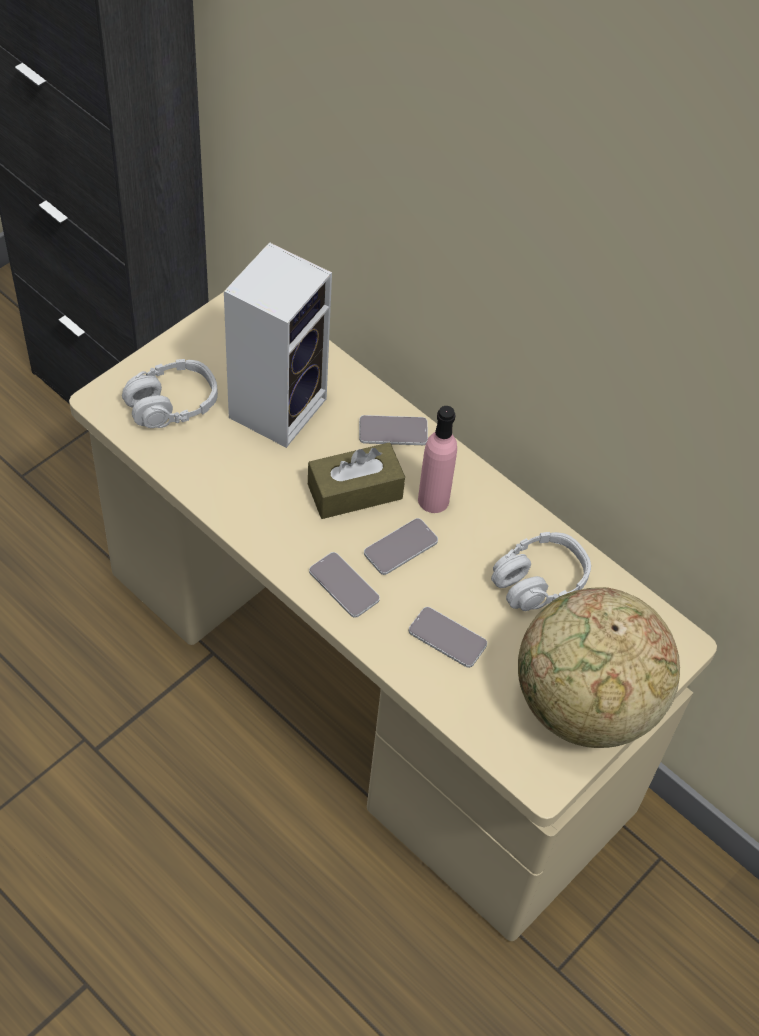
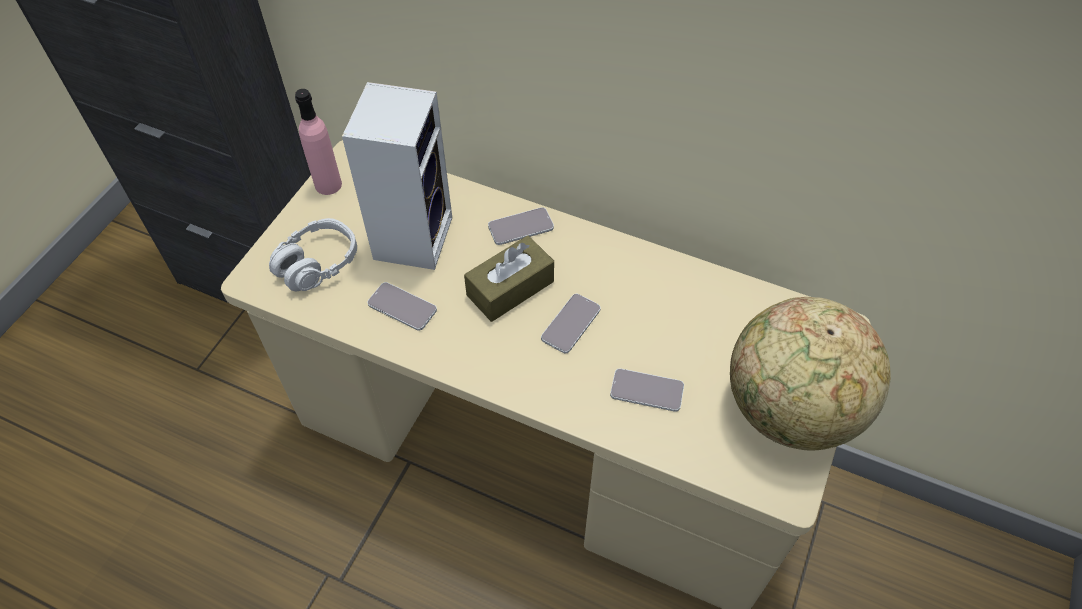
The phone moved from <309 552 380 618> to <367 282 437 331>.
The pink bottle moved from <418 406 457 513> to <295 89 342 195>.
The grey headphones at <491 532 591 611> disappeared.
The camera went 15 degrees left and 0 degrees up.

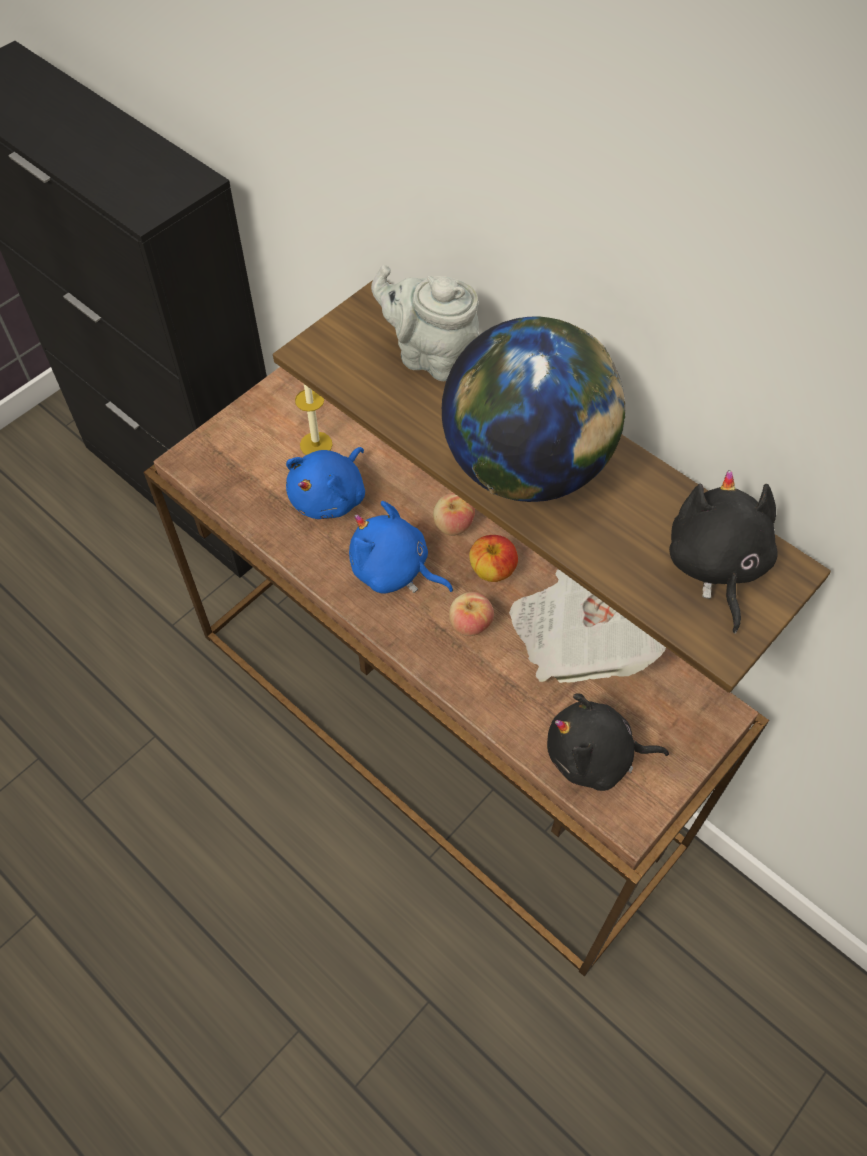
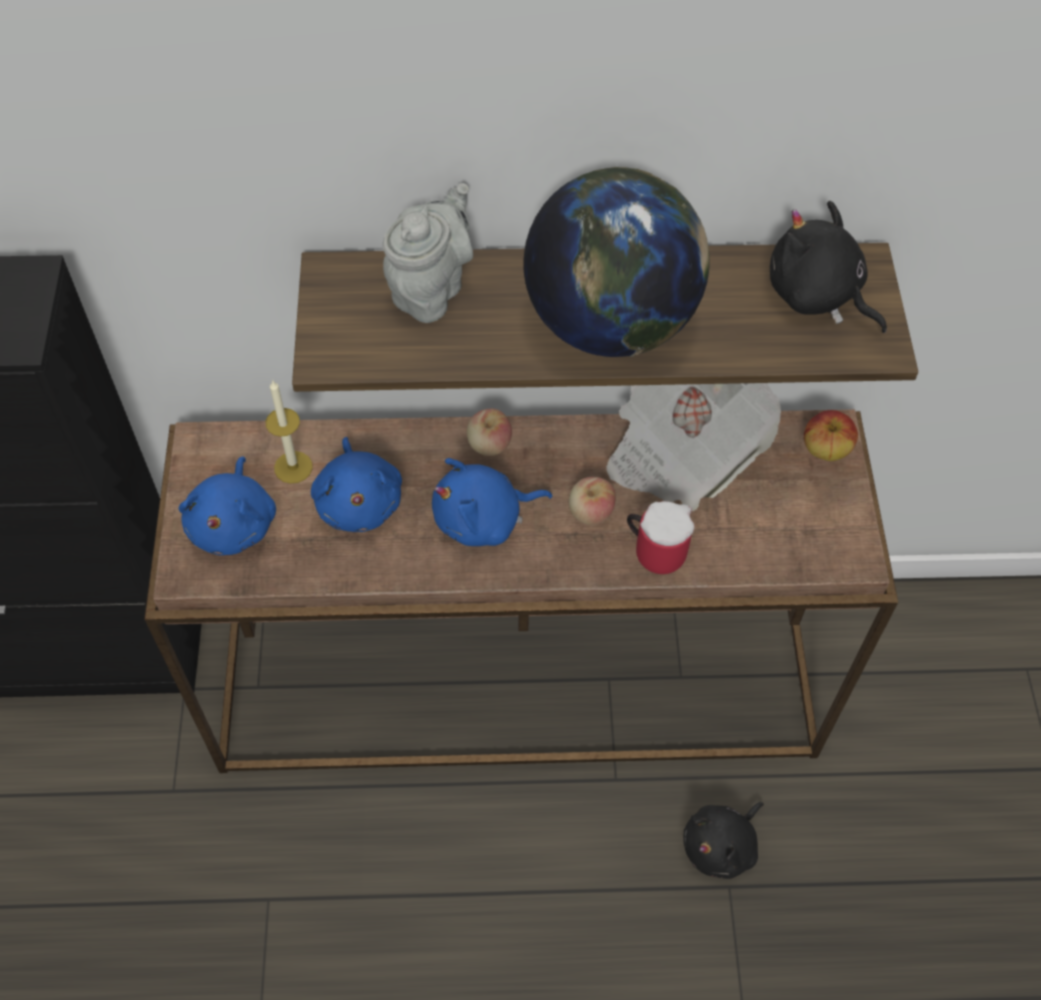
The grey teapot at <371 265 479 381> turned 135 degrees clockwise.
The apple moved from <469 535 518 582> to <804 410 858 461>.
The black plush toy moved from <547 693 669 791> to <683 802 764 879>.
The blue plush toy at <179 456 276 555> appeared.
The mug at <627 501 694 574> appeared.
The camera went 45 degrees left and 0 degrees up.

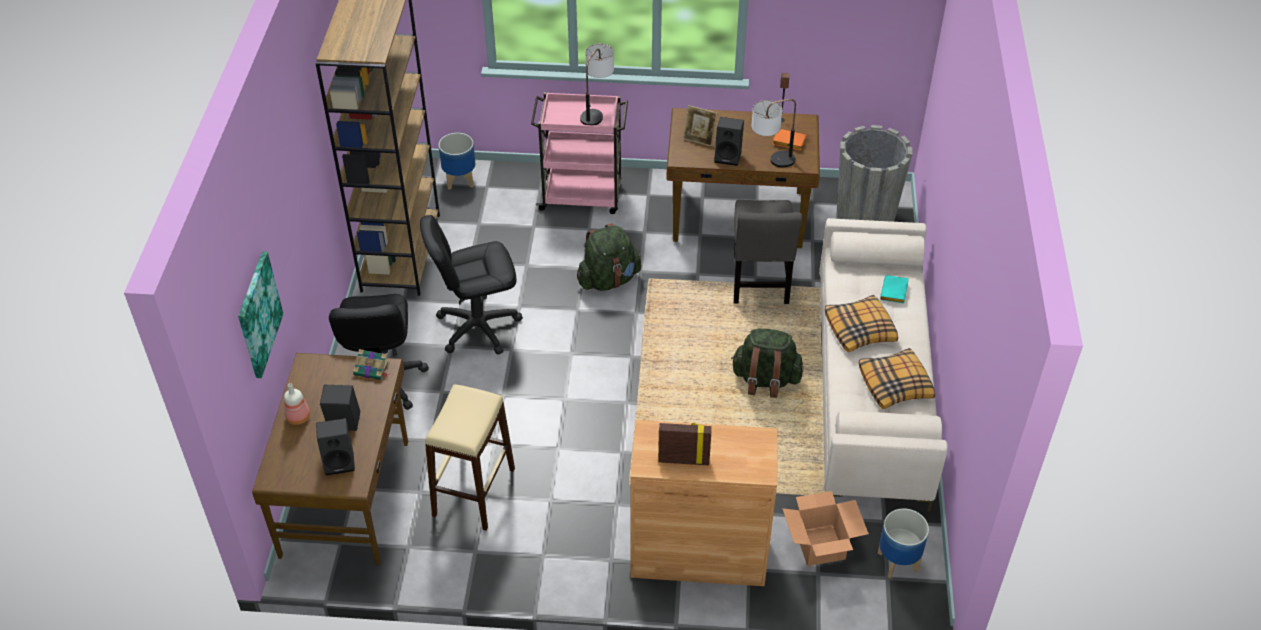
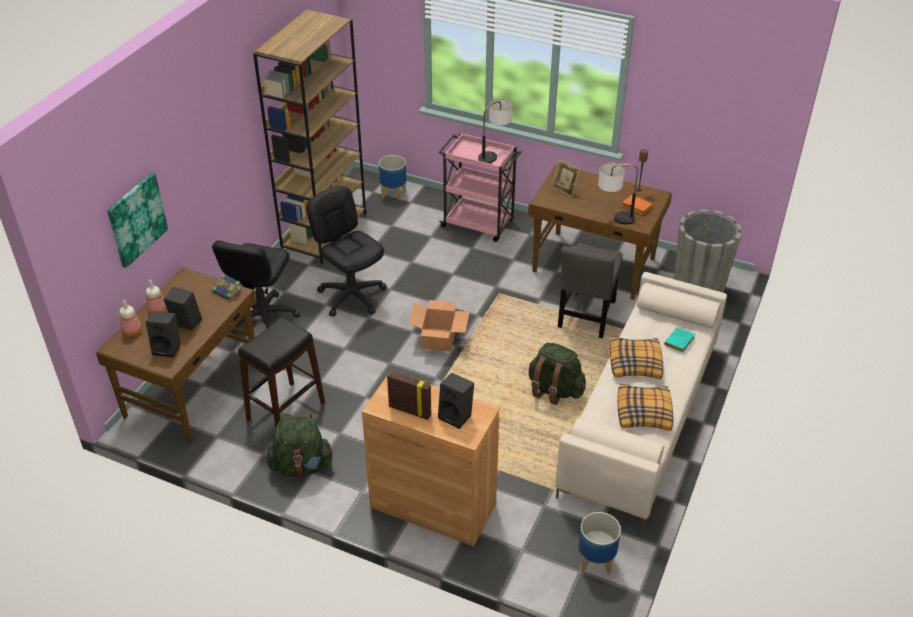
The black office chair at <420 215 523 355> turned 45 degrees clockwise.
The beige stool at <425 384 515 531> became the black stool at <238 317 325 427>.
The green backpack moved from <577 223 641 291> to <266 414 334 476>.
The black speaker moved from <714 117 744 166> to <438 373 474 429>.
The cardboard box moved from <782 491 869 566> to <409 300 470 352>.
The bottle at <119 300 142 336> appeared.
The camera went 20 degrees right and 5 degrees down.

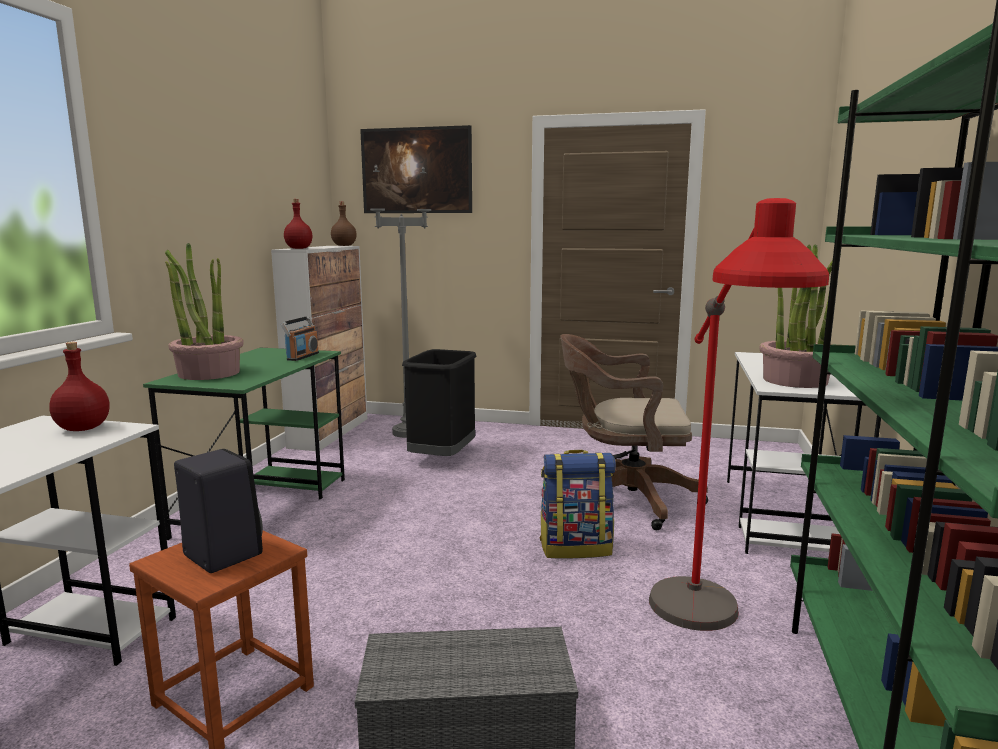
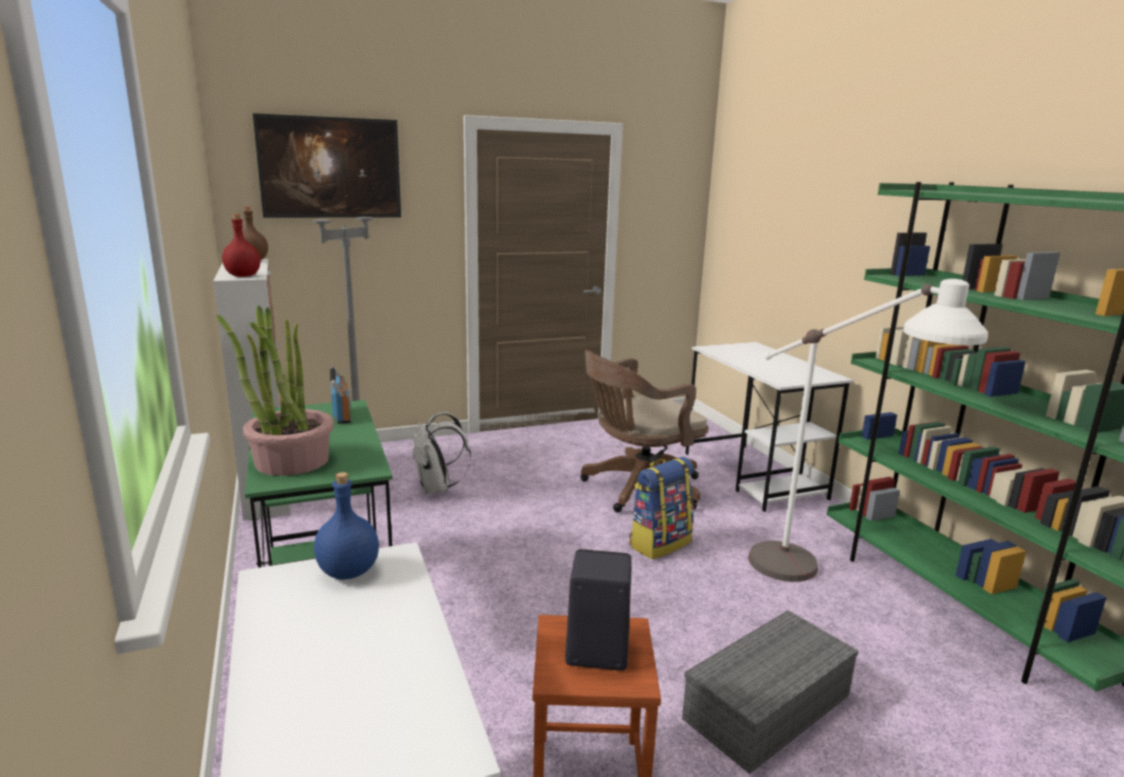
The red bottle at <49 342 110 431> became the blue bottle at <314 472 379 580>.
The black trash can at <402 349 476 456> was replaced by the white backpack at <413 412 471 494>.
The red floor lamp at <649 198 829 631> became the white floor lamp at <748 279 988 582>.
The potted plant at <759 244 841 388> disappeared.
The camera went 35 degrees left and 5 degrees up.

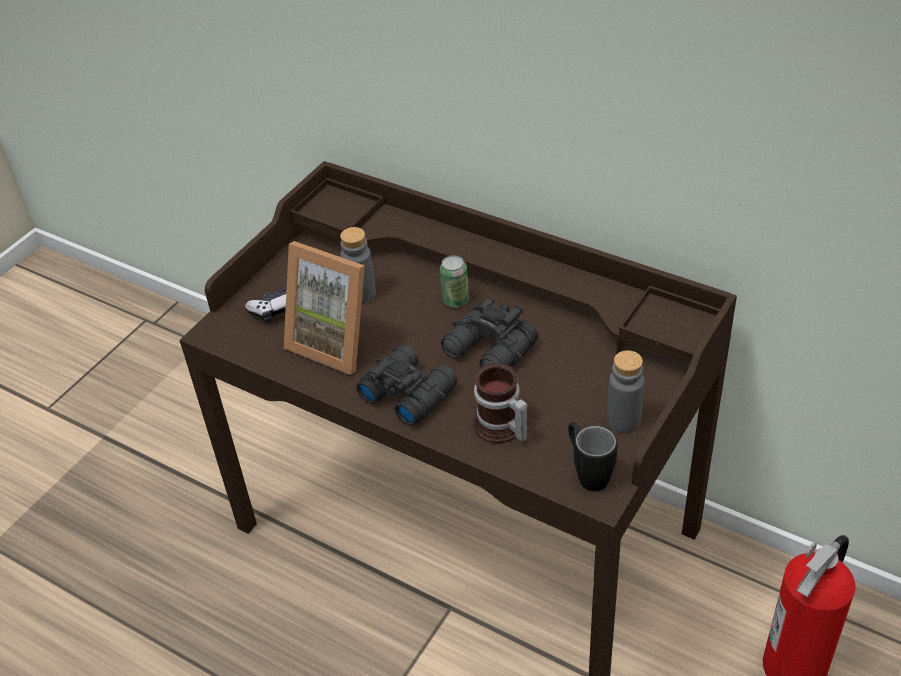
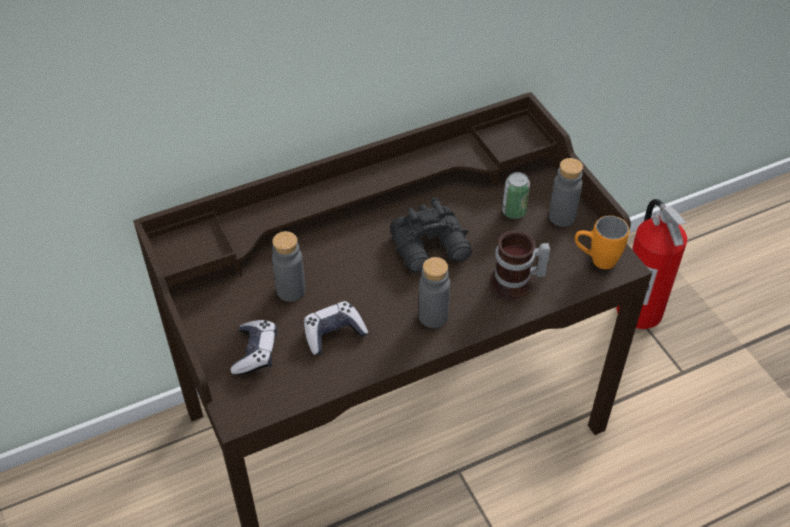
The picture frame at <284 241 365 375> was replaced by the game controller at <304 301 368 355>.
The black binoculars at <356 345 457 426> was replaced by the grey bottle at <418 257 450 328>.
The can moved from <440 255 469 308> to <502 172 530 219>.
The black mug at <568 422 617 492> became the orange mug at <575 216 629 269>.
The camera went 60 degrees left and 5 degrees up.

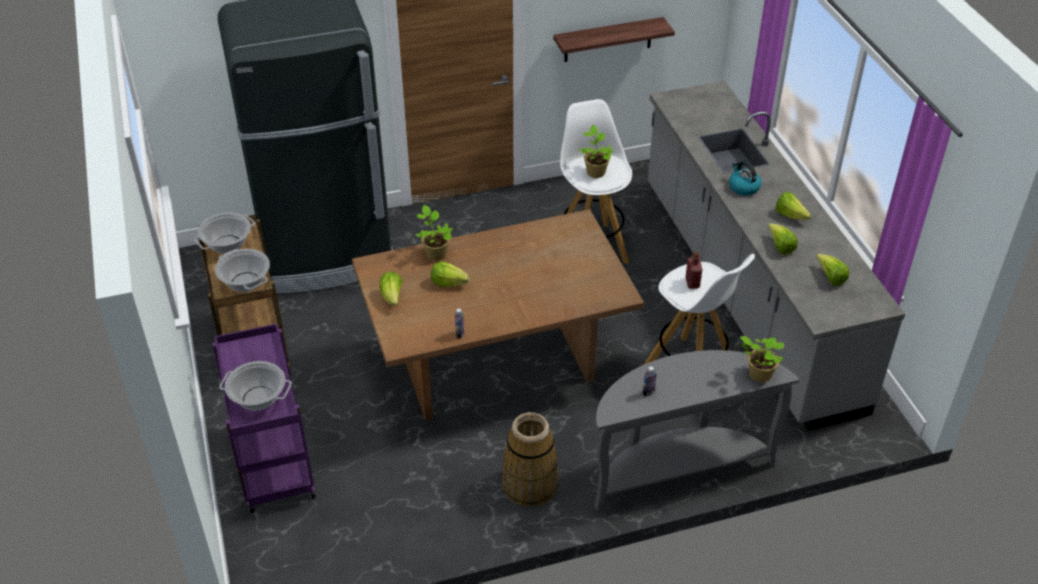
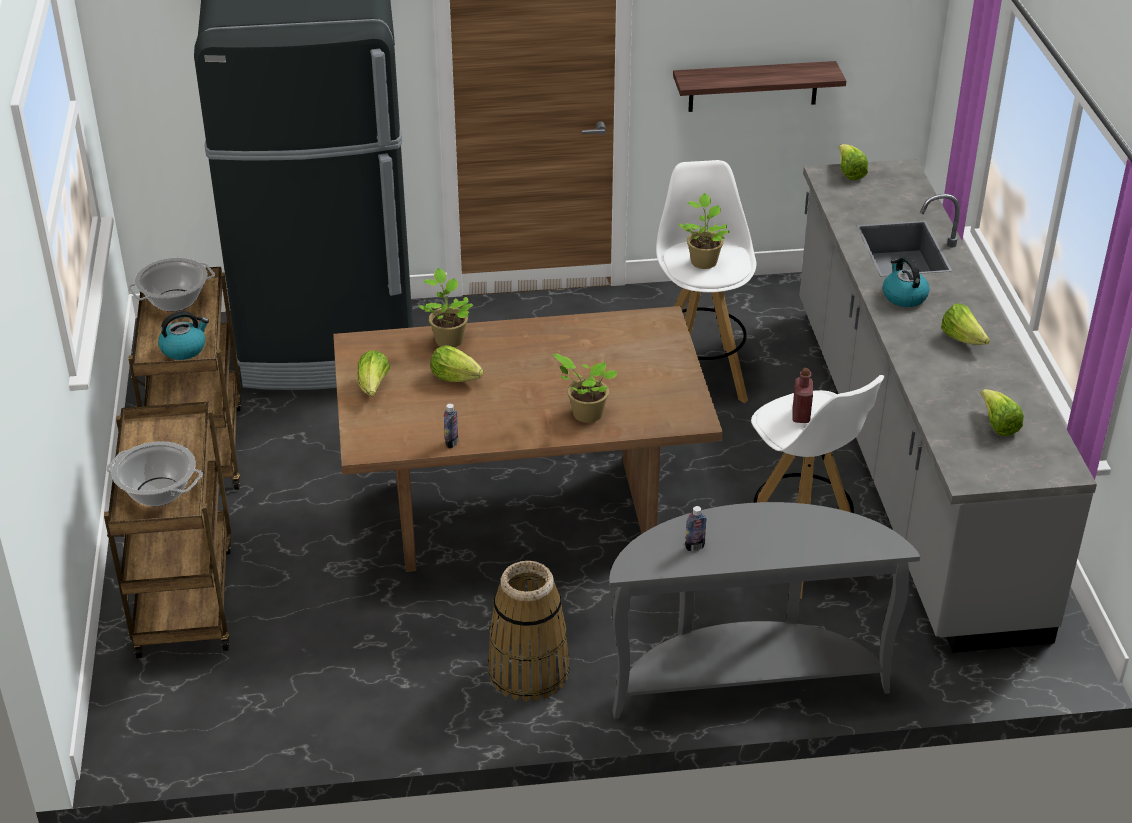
The purple cart at <213 324 316 513> became the brown cart at <104 402 231 658>.
The cooking pot at <215 249 270 292> was replaced by the kettle at <158 311 209 360>.
The potted plant moved from <740 336 784 382> to <553 354 617 423>.
The lettuce moved from <768 223 798 255> to <839 144 868 180>.
The camera went 10 degrees right and 5 degrees down.

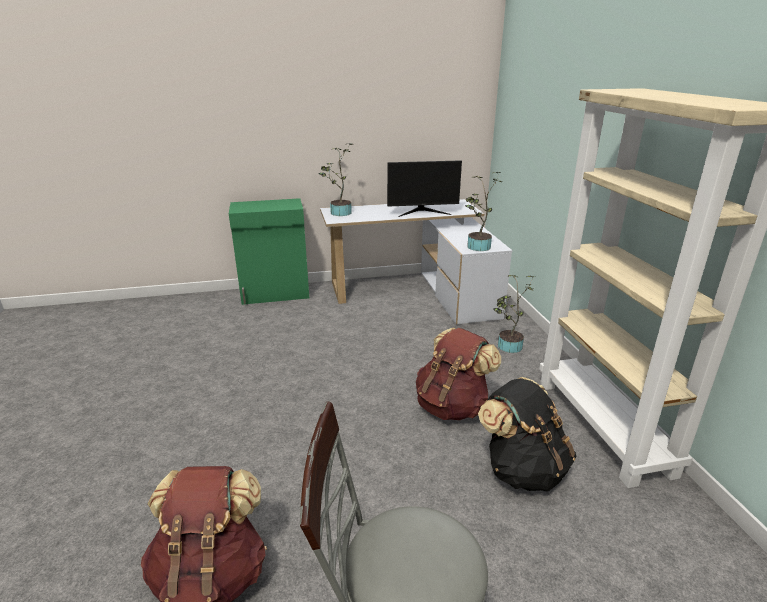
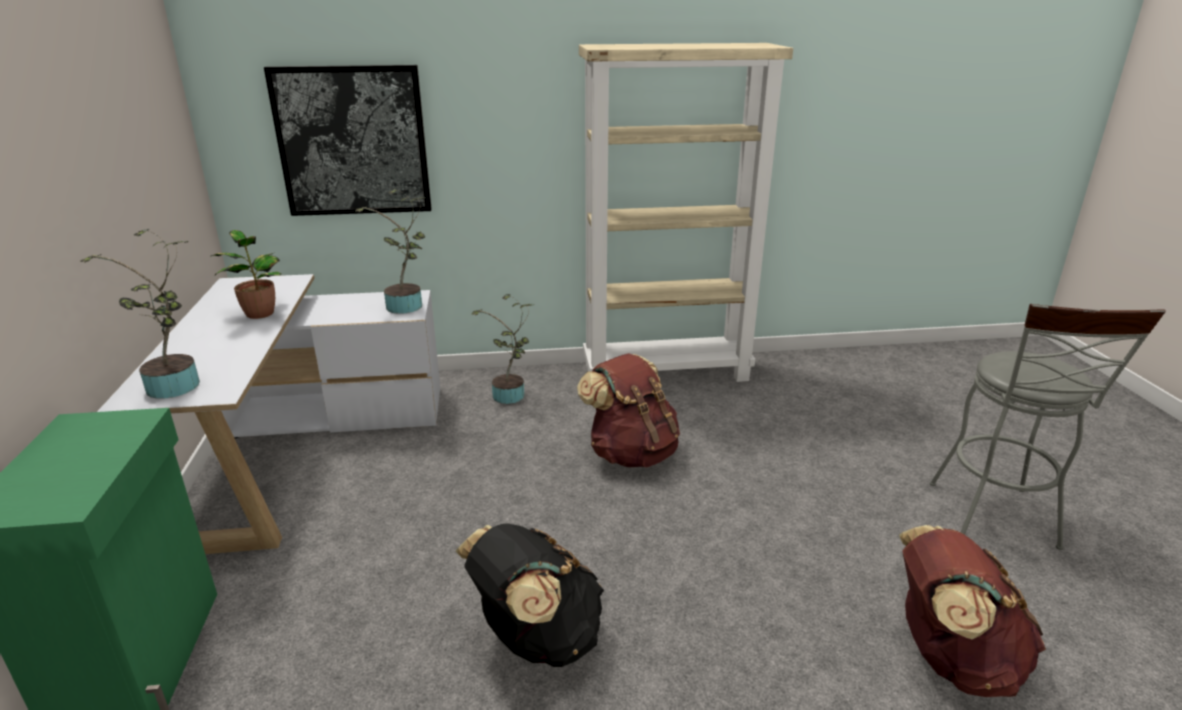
The monitor at <387 160 462 217> was replaced by the potted plant at <210 230 281 319>.
The black backpack moved from <478 377 576 491> to <456 523 604 667>.
The picture at <264 65 432 216> appeared.
The camera went 85 degrees left and 0 degrees up.

